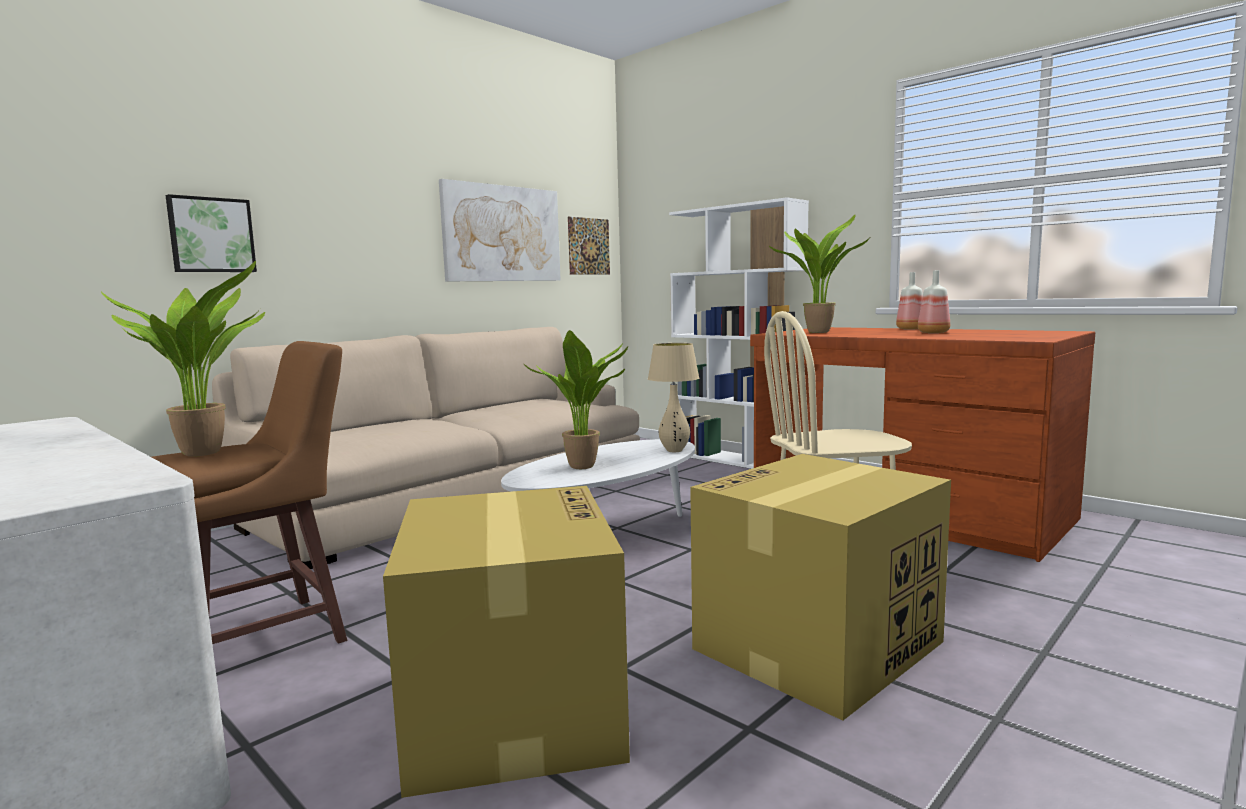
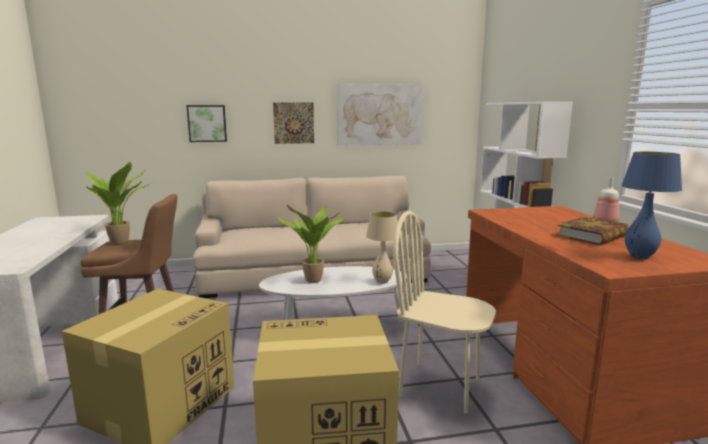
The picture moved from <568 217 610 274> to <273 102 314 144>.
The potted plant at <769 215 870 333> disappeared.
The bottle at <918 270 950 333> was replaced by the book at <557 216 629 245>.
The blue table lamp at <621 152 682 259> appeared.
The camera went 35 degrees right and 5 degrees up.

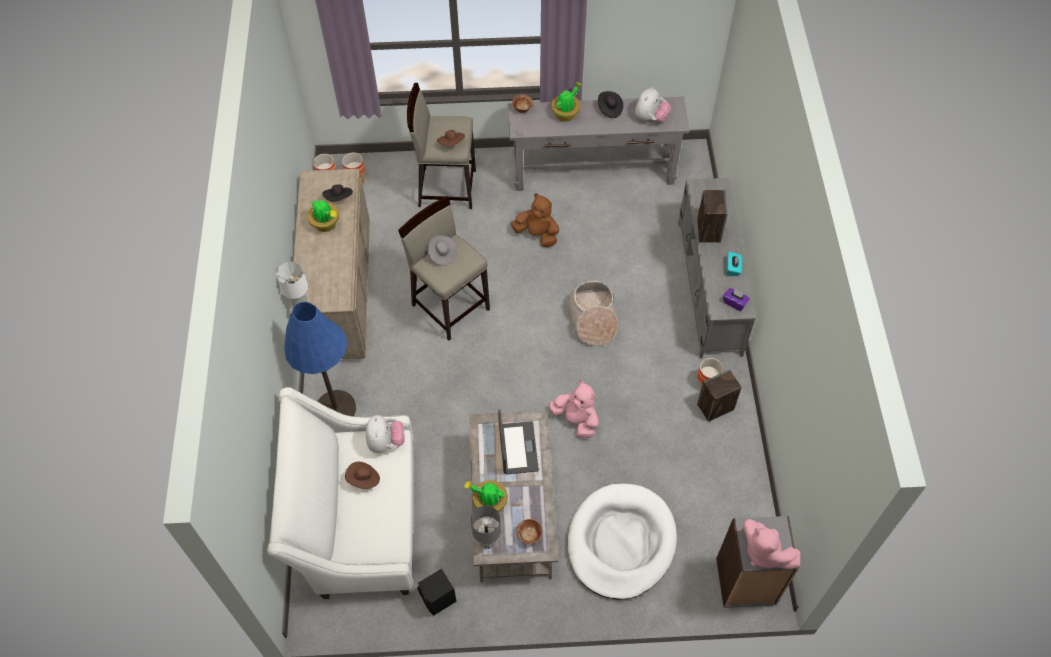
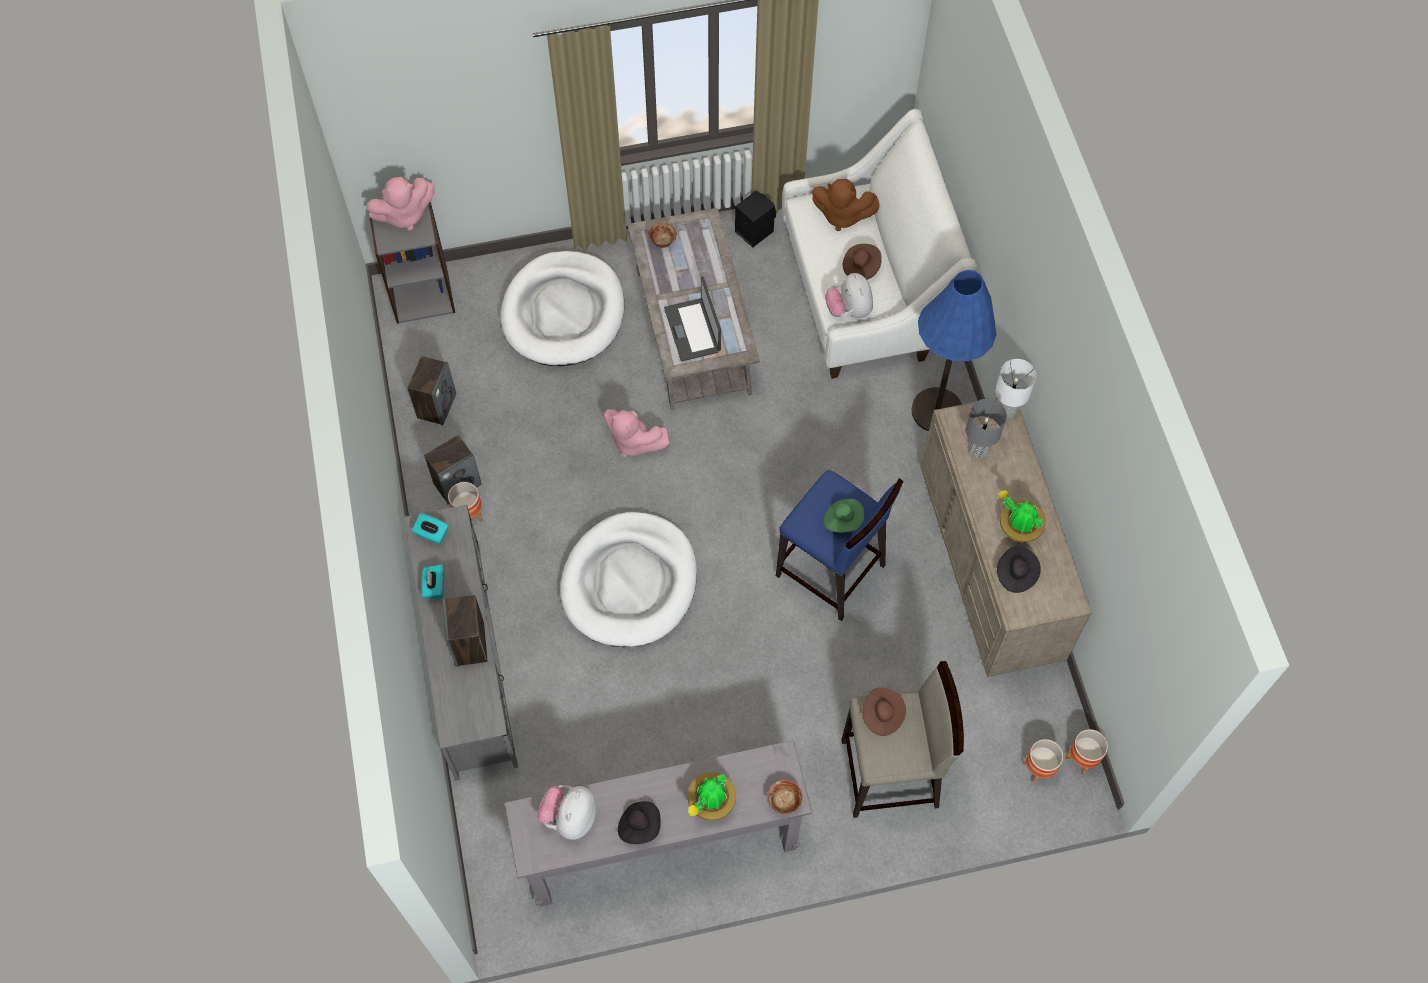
The beige stool at <398 196 490 341> became the blue stool at <776 470 904 621>.
The grey hat at <427 235 457 266> became the green hat at <823 499 864 533>.
The potted plant at <464 480 508 512> disappeared.
The grey table lamp moved from <471 505 501 549> to <966 399 1007 458>.
The brown plush toy moved from <511 193 559 247> to <812 179 879 231>.
The basket at <568 281 618 346> was replaced by the white dog bed at <560 512 697 647>.
The purple tissue box at <723 288 750 311> became the turquoise tissue box at <412 513 449 545>.
The pink plush toy at <743 519 801 569> turned 120 degrees clockwise.
The speaker at <407 356 456 425> appeared.
The camera went 170 degrees right and 5 degrees up.

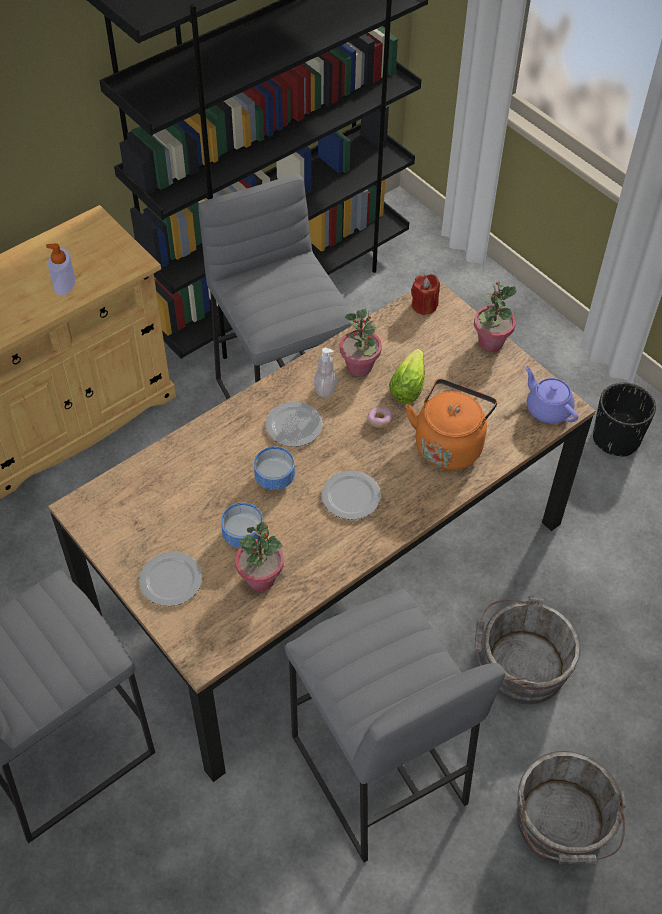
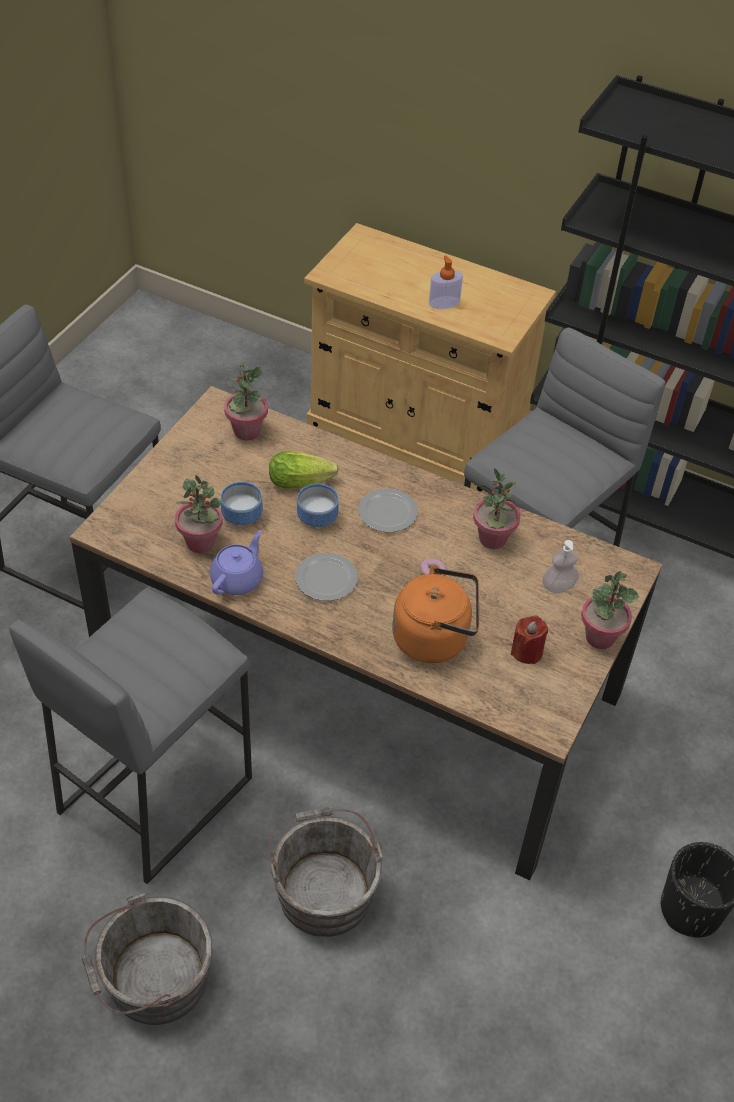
The plate at <139 552 202 606> disappeared.
The soap dispenser moved from <314 348 337 397> to <542 540 579 593>.
The lettuce moved from <389 349 425 404> to <269 451 339 488>.
The red candle moved from <411 274 440 315> to <511 616 548 664>.
The purple teapot moved from <525 366 578 423> to <210 530 263 595>.
The potted plant at <224 363 268 440> appeared.
The camera went 65 degrees right and 5 degrees down.

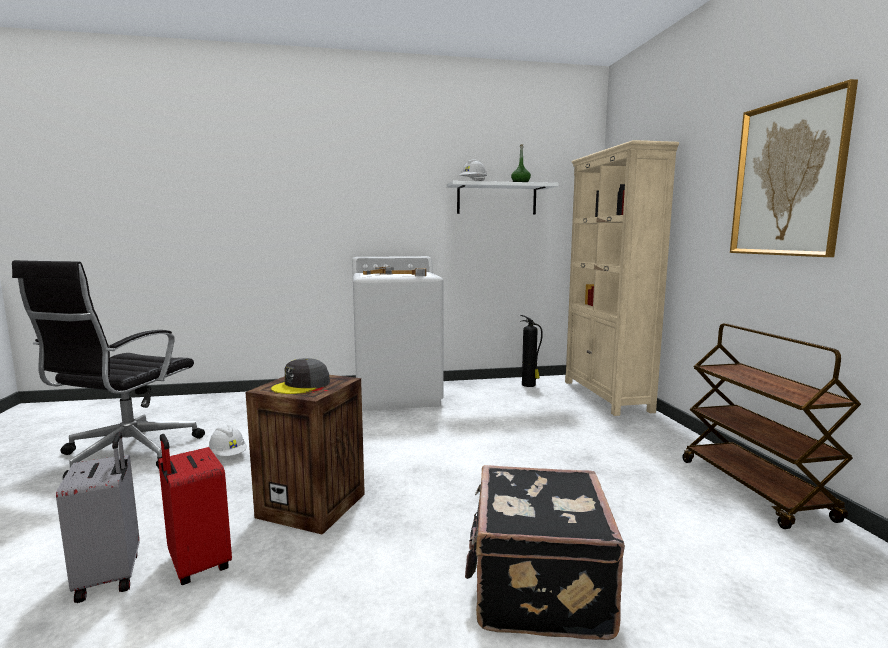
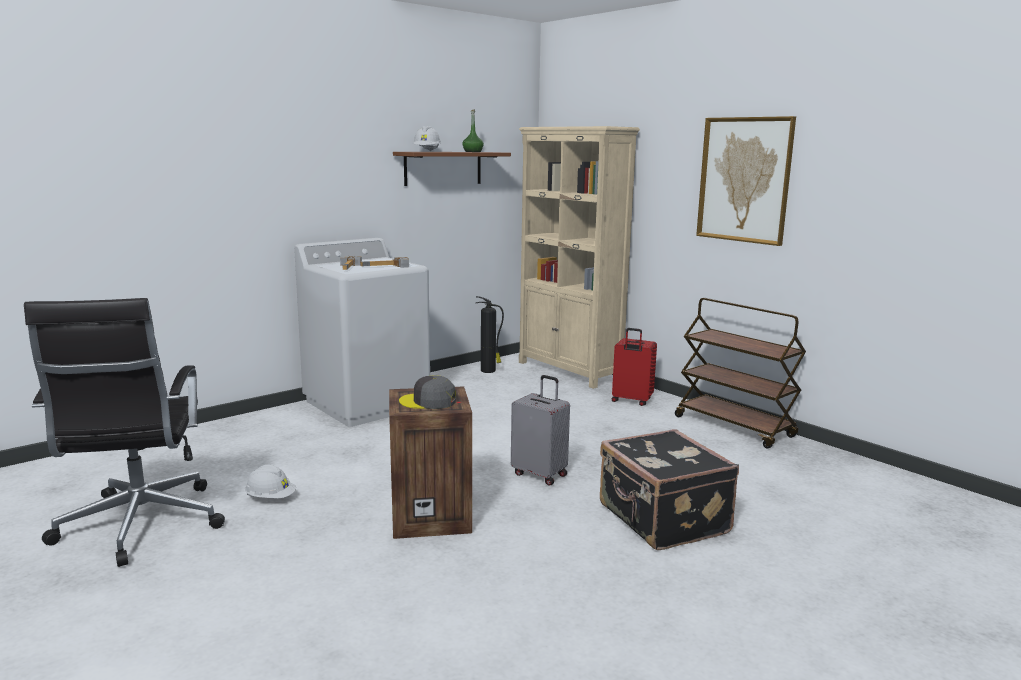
The grey suitcase moved from <56 432 140 603> to <511 375 570 486>.
The red suitcase moved from <158 434 232 585> to <612 328 657 406>.
The grey cap at <271 358 330 394> turned 90 degrees clockwise.
The white shelf at <447 181 558 214> became the brown shelf at <393 152 511 186>.
The camera went 30 degrees left and 5 degrees up.

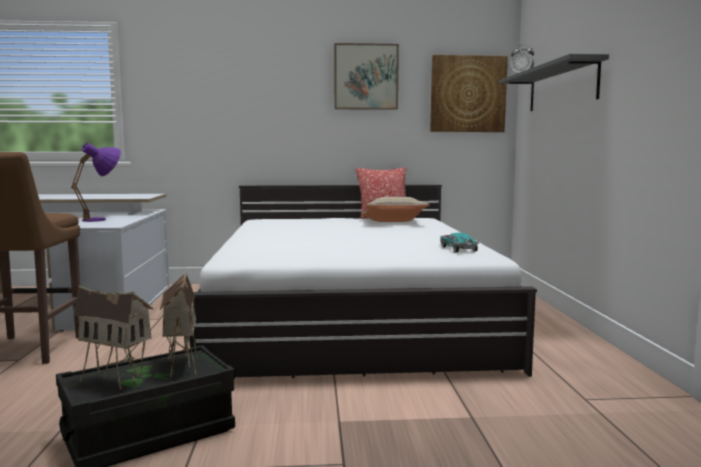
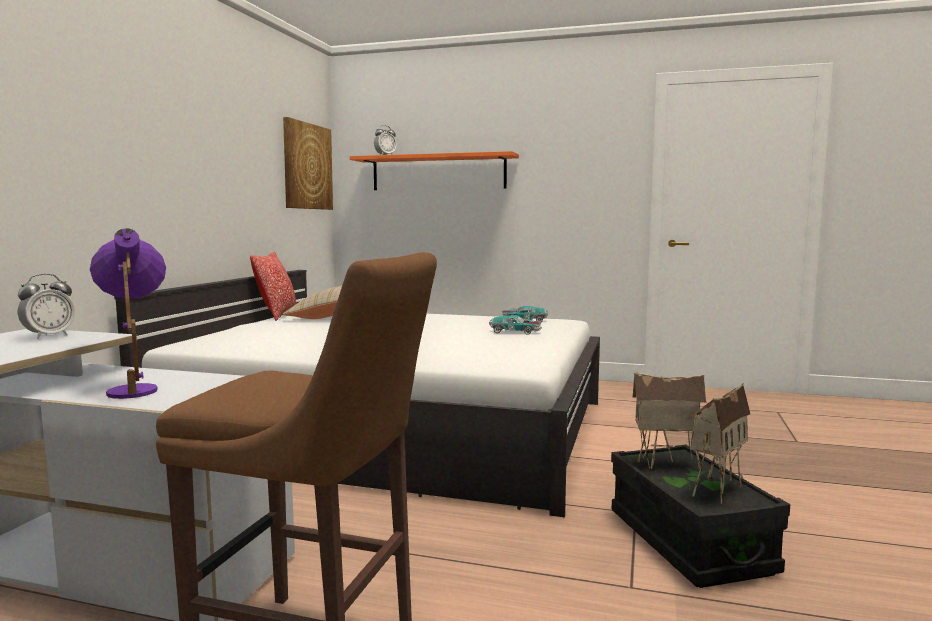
The picture at <334 43 399 110> disappeared.
The grey shelf at <499 54 609 111> became the orange shelf at <350 151 519 190>.
The alarm clock at <18 274 75 339> appeared.
The toy car at <489 315 542 335> appeared.
The camera went 70 degrees left and 0 degrees up.

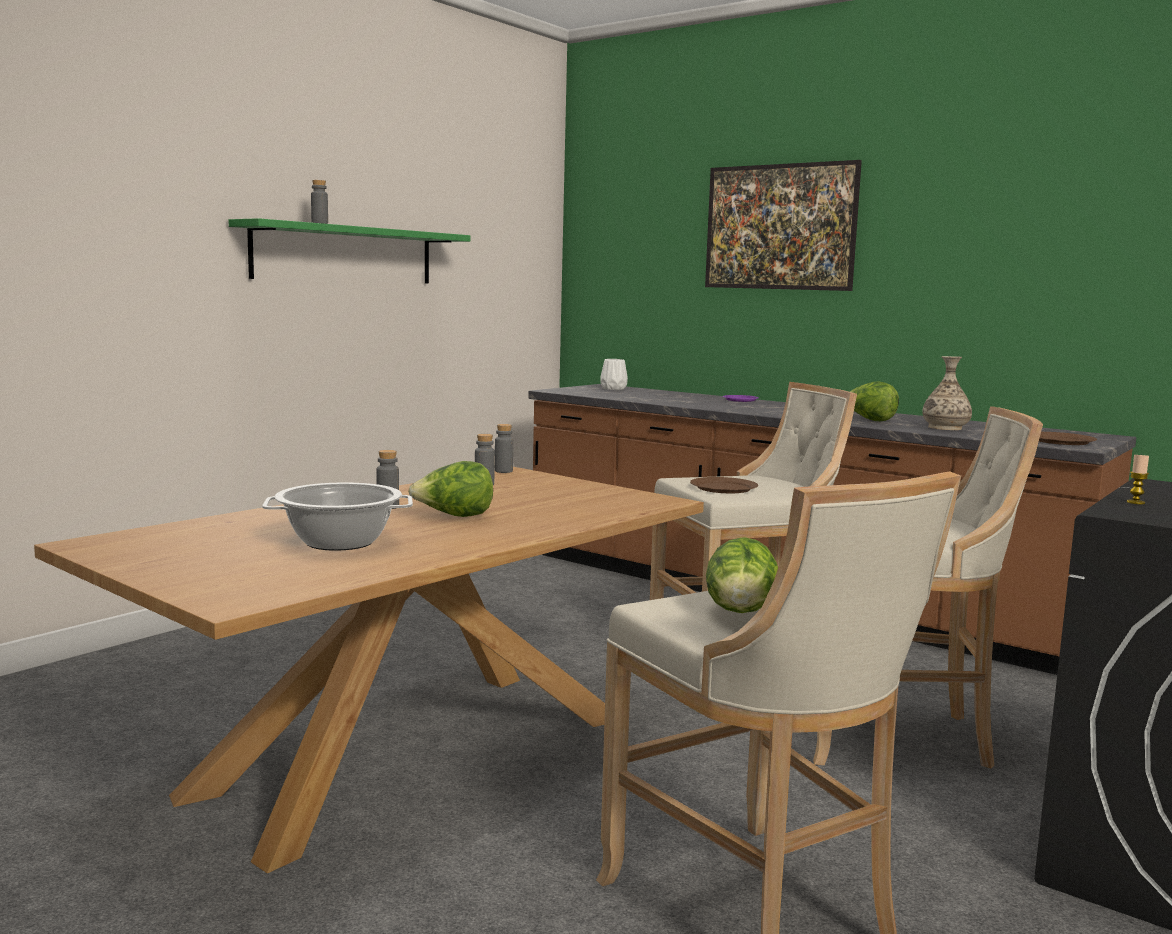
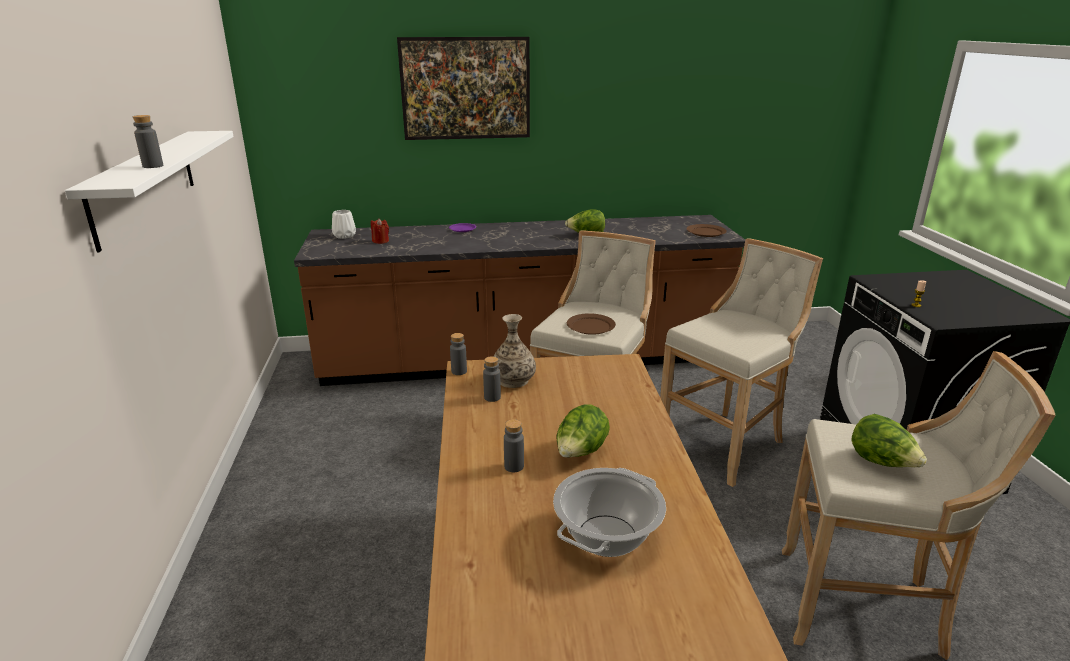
The green shelf at <228 218 470 283> became the white shelf at <65 131 233 252>.
The vase moved from <922 356 972 430> to <493 314 536 388>.
The red candle at <371 218 389 244> appeared.
The camera went 45 degrees left and 15 degrees up.

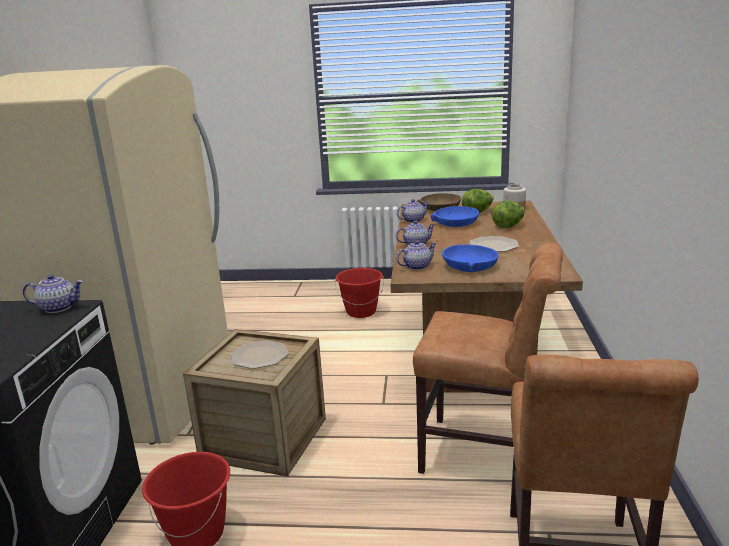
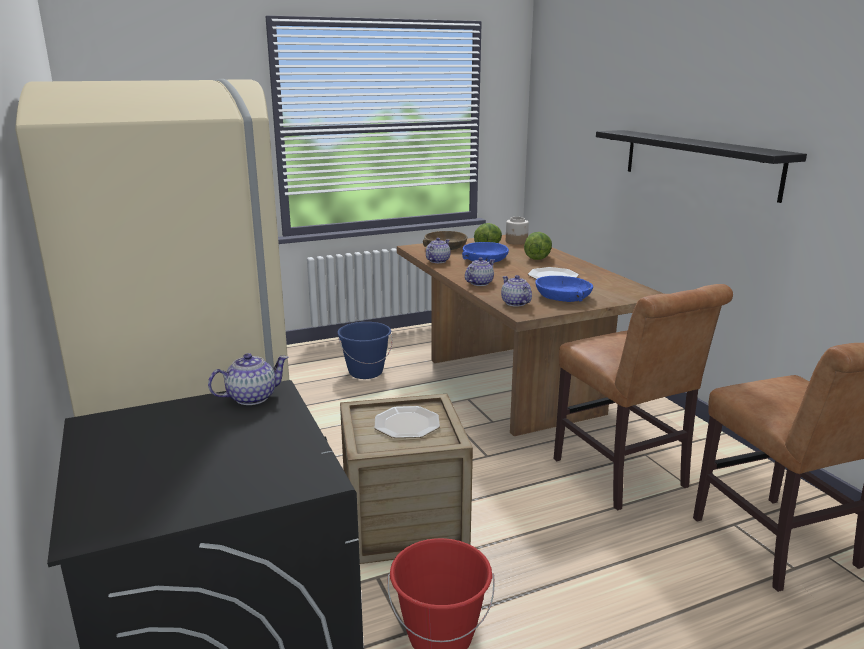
The red bucket at <335 268 384 318> became the blue bucket at <337 322 392 379>.
The teapot at <396 240 437 270> turned 60 degrees counterclockwise.
The brown chair at <413 242 563 474> turned 75 degrees clockwise.
The black shelf at <596 130 807 203> appeared.
The camera went 30 degrees left and 0 degrees up.

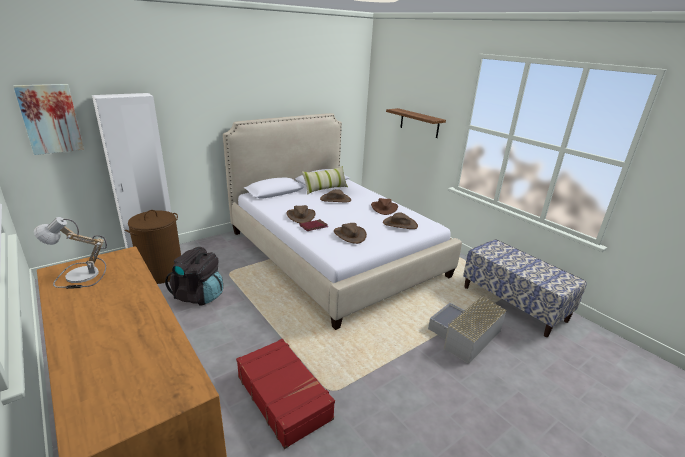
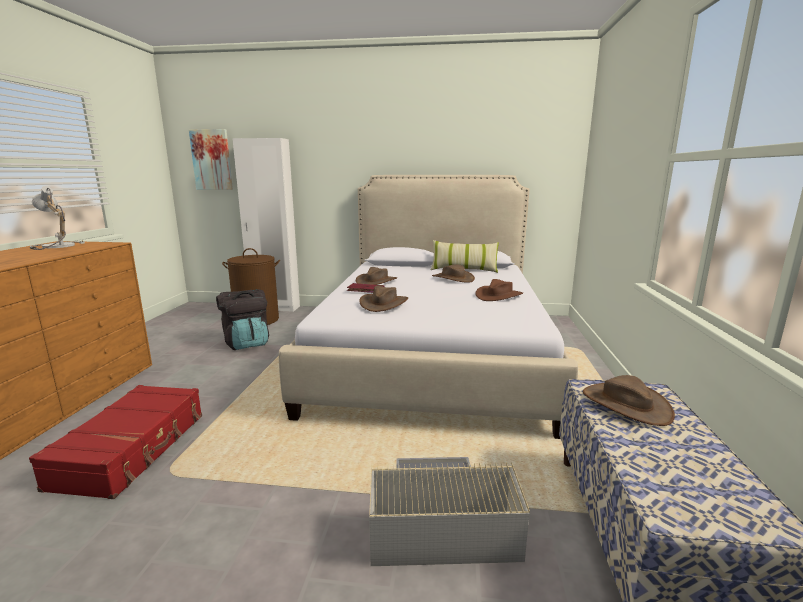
The brown hat moved from <383 212 418 229> to <583 375 675 426>.
The shelf at <386 108 446 138> disappeared.
The camera went 45 degrees right and 10 degrees down.

